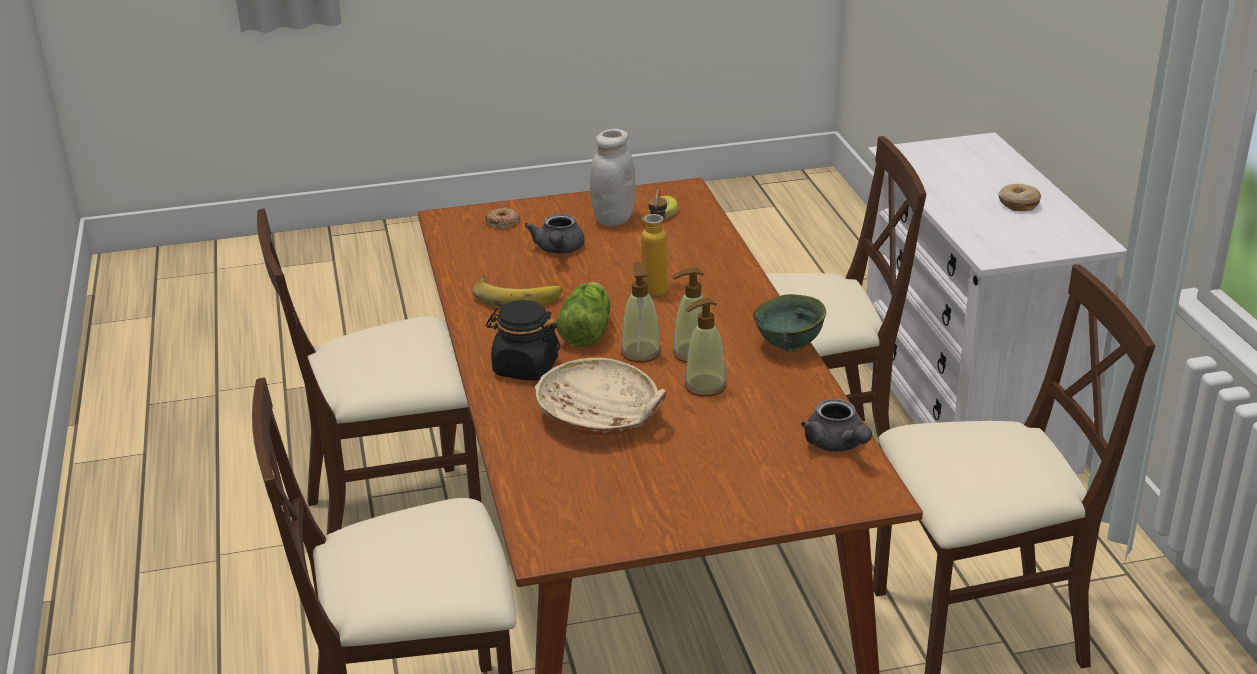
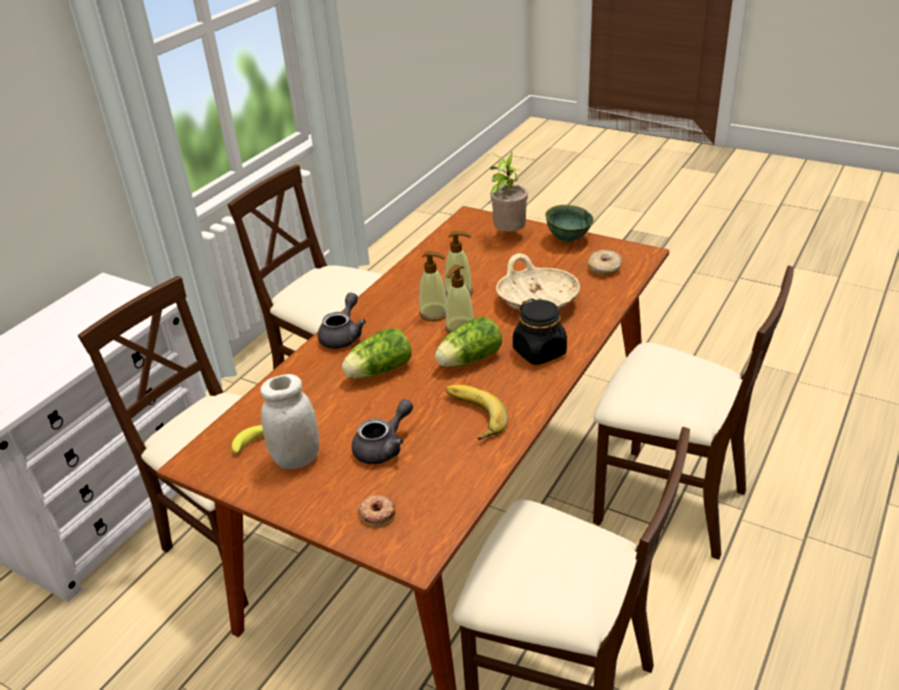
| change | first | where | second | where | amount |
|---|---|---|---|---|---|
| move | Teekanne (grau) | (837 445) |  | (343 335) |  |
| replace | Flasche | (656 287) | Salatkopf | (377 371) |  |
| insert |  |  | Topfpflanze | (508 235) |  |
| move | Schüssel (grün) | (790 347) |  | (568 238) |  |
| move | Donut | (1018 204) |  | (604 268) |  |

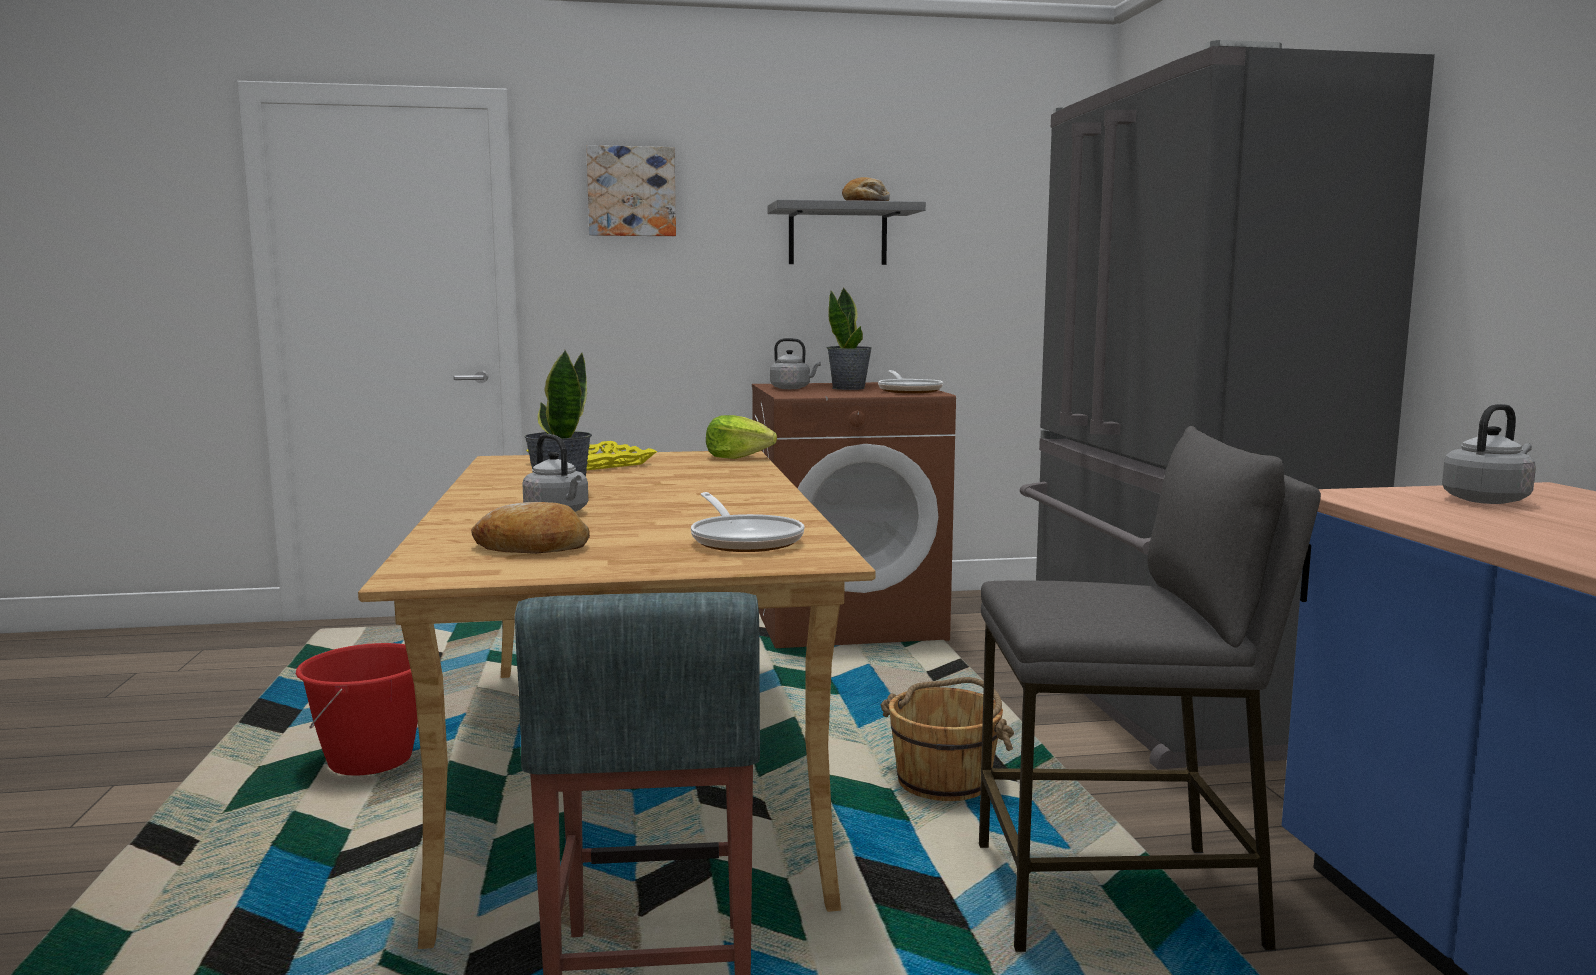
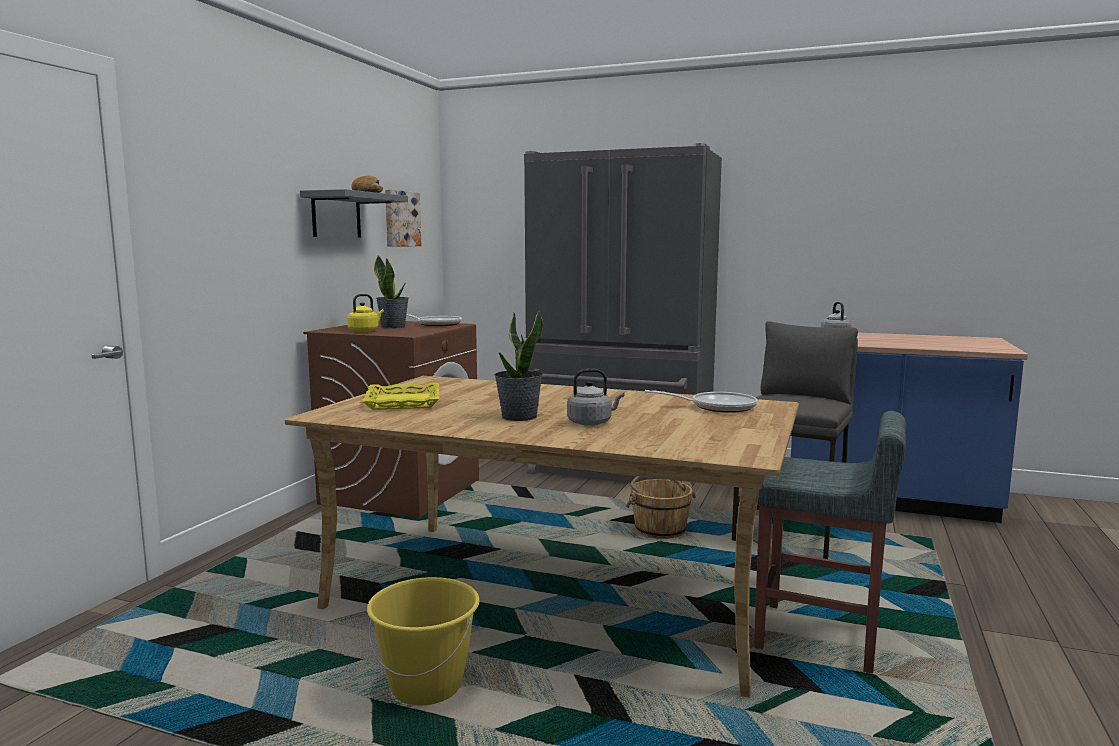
| change | first | where | second | where | amount |
|---|---|---|---|---|---|
| recolor | Wasserkessel (grau) | (792 388) | Wasserkessel (gelb) | (365 331) |  |
| recolor | Eimer (rot) | (371 761) | Eimer (gelb) | (427 686) |  |
| move | Bild | (631 192) |  | (401 219) |  |
| delete | Brot | (532 548) |  |  |  |
| delete | Salatkopf | (738 457) |  |  |  |

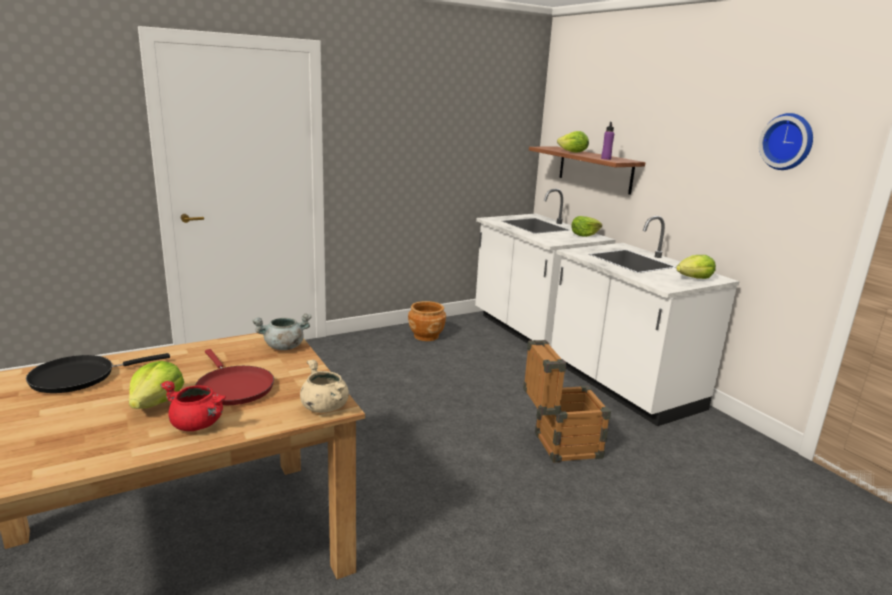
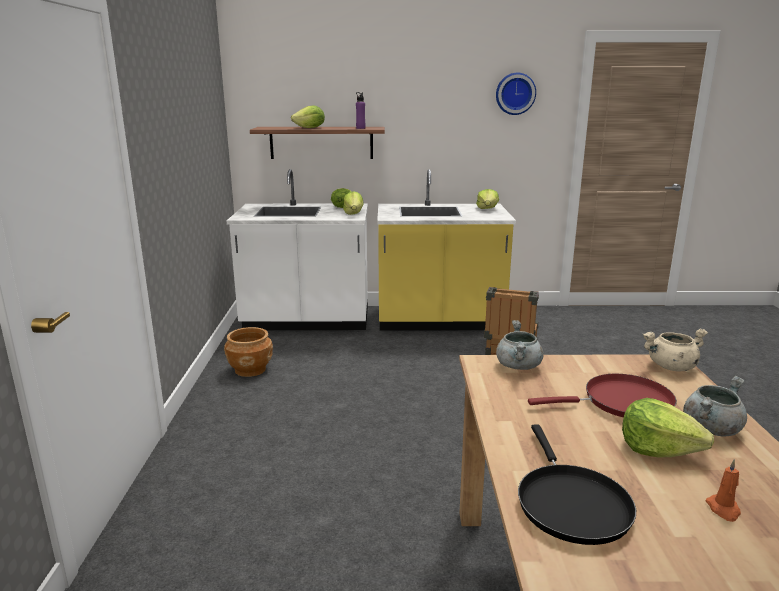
| change | first | where | second | where | amount |
|---|---|---|---|---|---|
| insert |  |  | Salatkopf | (353 214) |  |
| recolor | Küchenzeile (weiß) | (622 387) | Küchenzeile (gelb) | (439 321) |  |
| recolor | Kochtopf (rot) | (198 424) | Kochtopf (grau) | (711 428) |  |
| insert |  |  | Kerze (orange) | (723 509) |  |

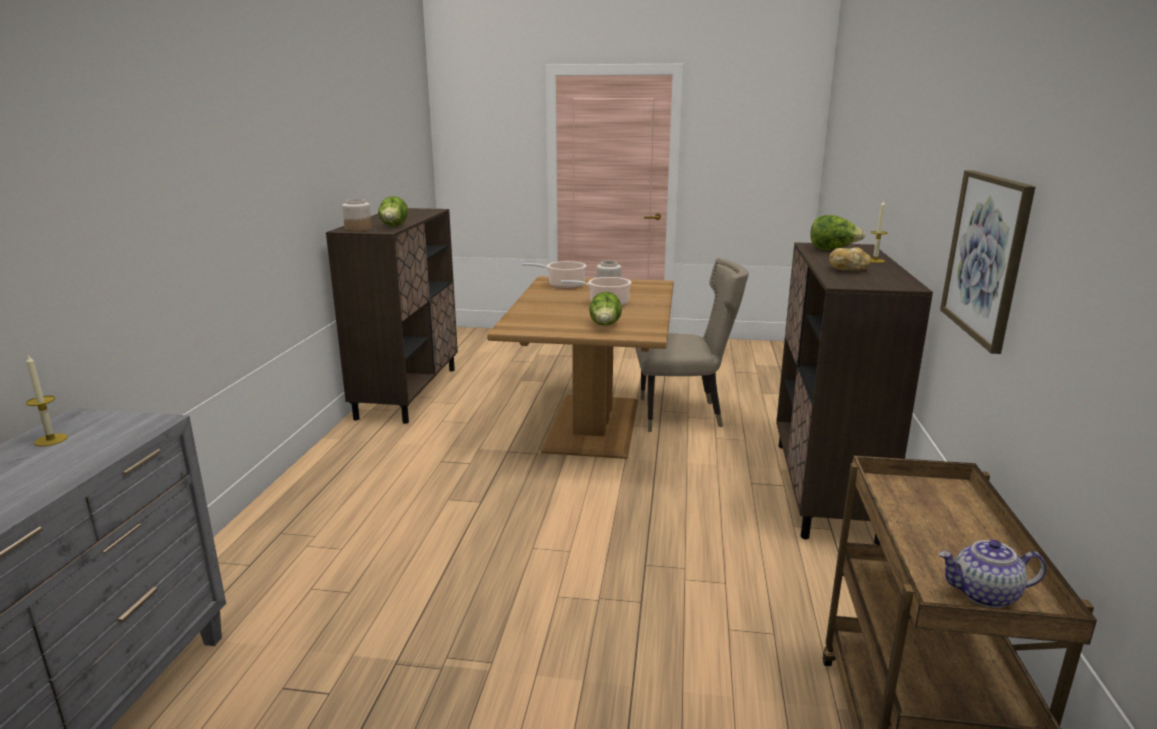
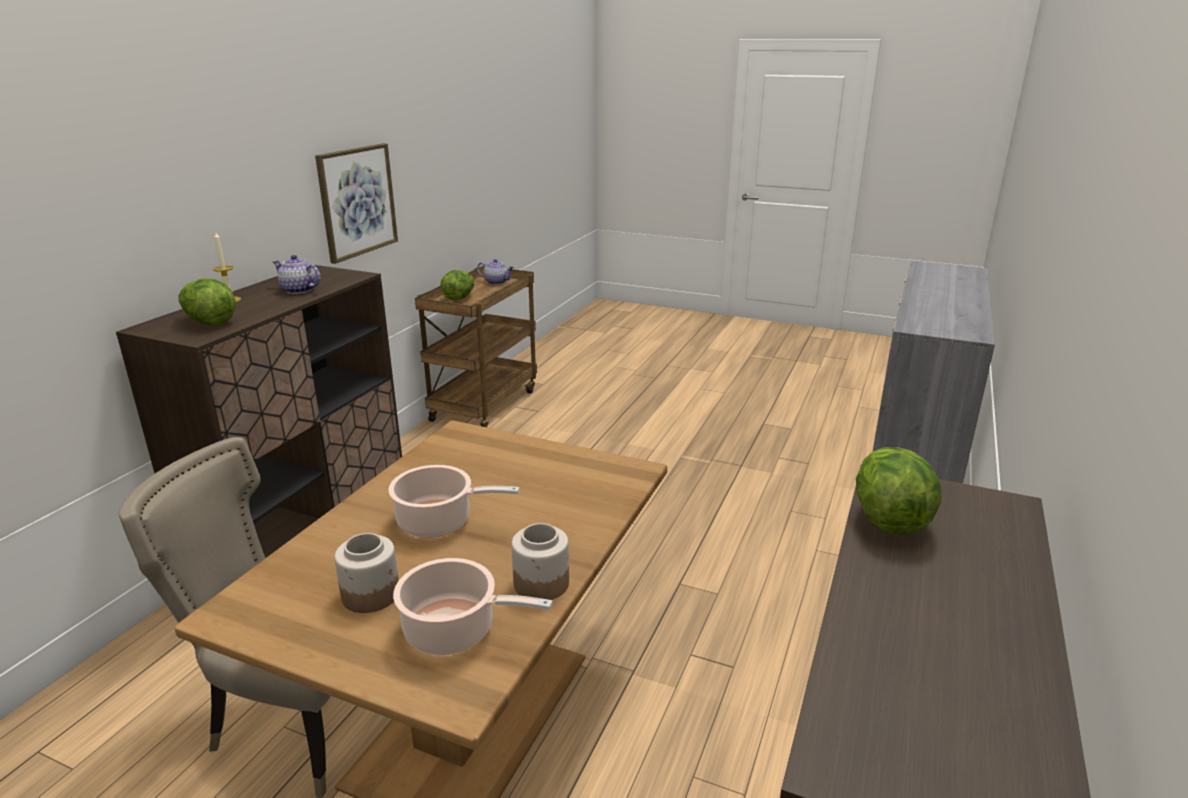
| change | first | where | second | where | amount |
|---|---|---|---|---|---|
| replace | Brot | (848 269) | Teekanne | (298 290) |  |
| move | Salatkopf | (605 326) |  | (459 297) |  |
| move | Vorratsglas | (358 229) |  | (542 583) |  |
| delete | Kerze | (51 440) |  |  |  |

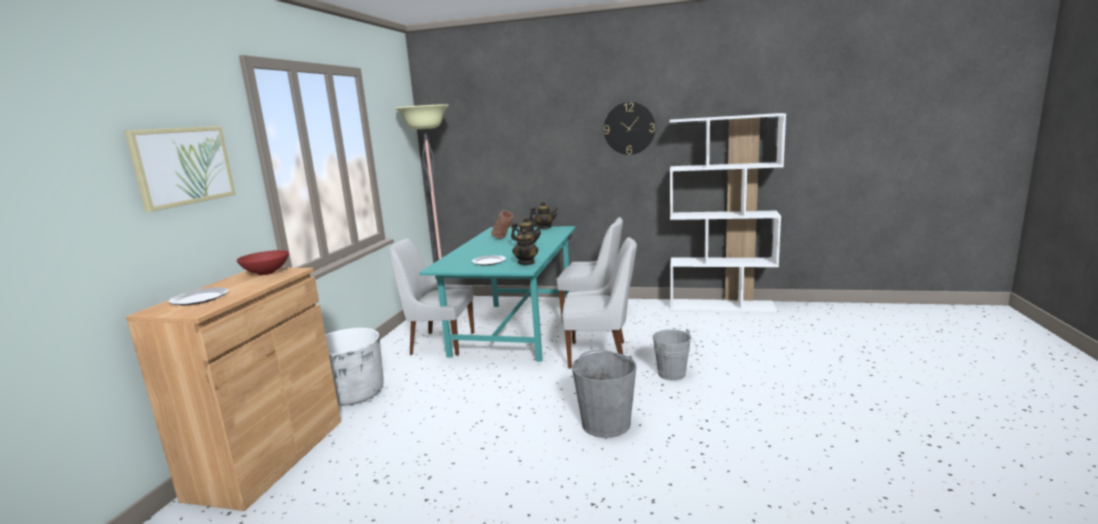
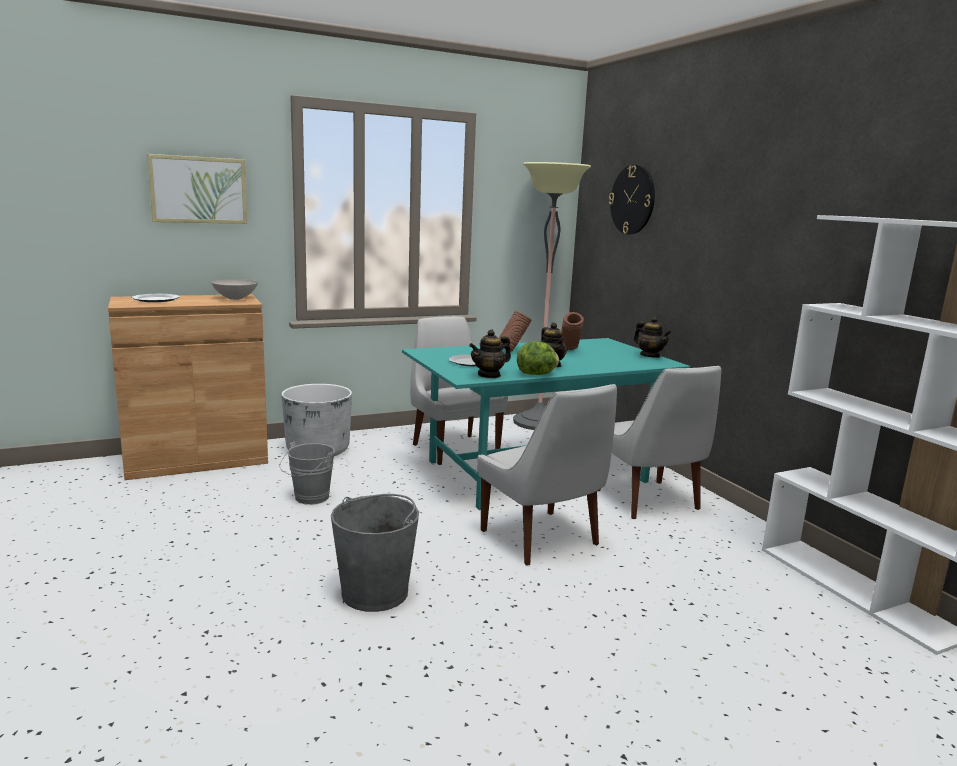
| change | first | where | second | where | amount |
|---|---|---|---|---|---|
| recolor | Schüssel (rot) | (266 273) | Schüssel (weiß) | (234 298) |  |
| move | Eimer (grau) | (673 375) |  | (309 499) |  |
| insert |  |  | Vase (braun) | (512 351) |  |
| insert |  |  | Salatkopf | (537 374) |  |
| move | Wanduhr | (629 128) |  | (632 200) |  |

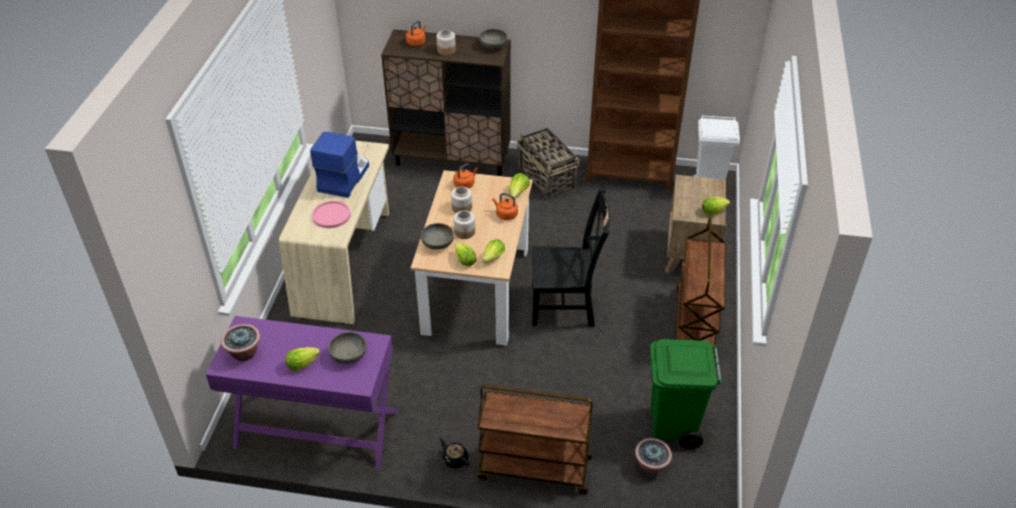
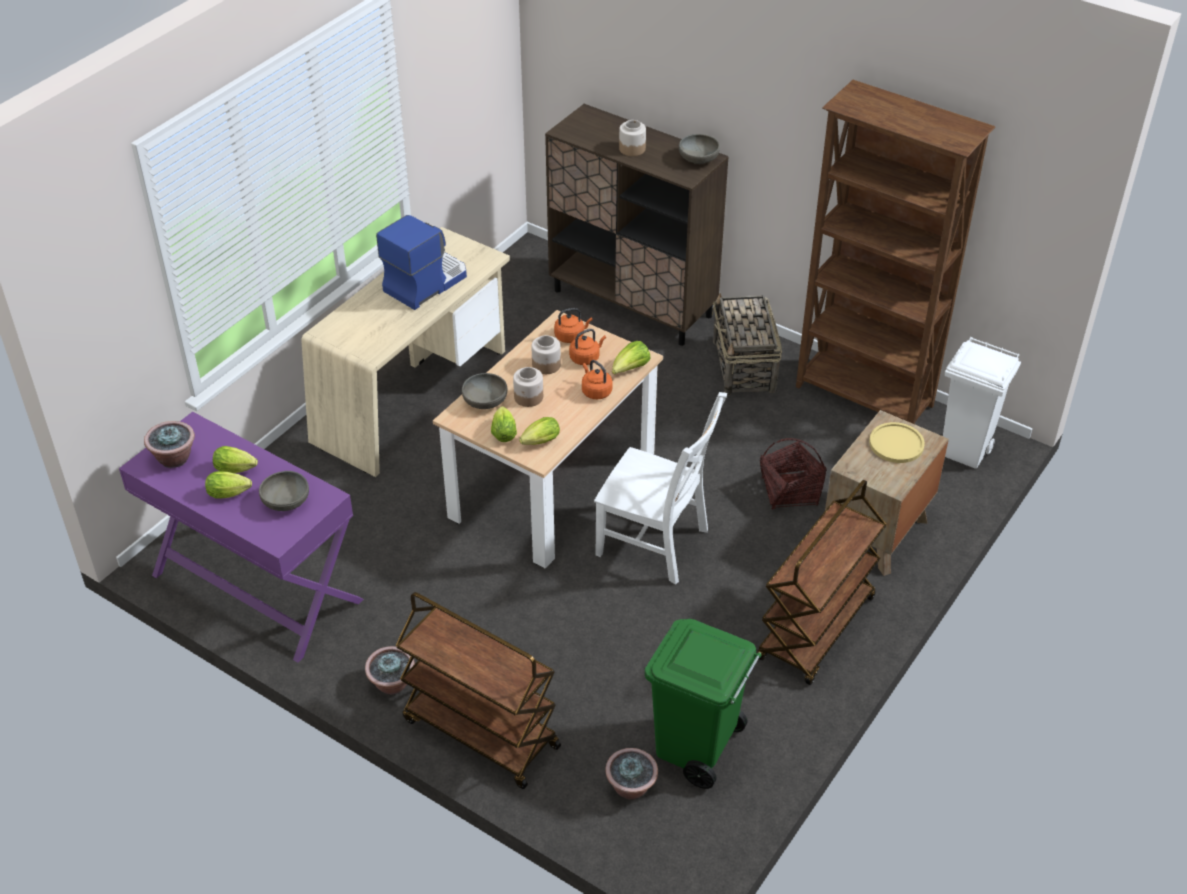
| change | first | where | second | where | amount |
|---|---|---|---|---|---|
| move | Salatkopf | (715 211) |  | (237 469) |  |
| replace | Teekanne (schwarz) | (455 459) | Topfpflanze | (392 685) |  |
| move | Wasserkessel (orange) | (416 42) |  | (586 358) |  |
| recolor | Stuhl (schwarz) | (566 306) | Stuhl (weiß) | (656 544) |  |
| insert |  |  | Korb | (790 492) |  |
| insert |  |  | Teller (gelb) | (896 444) |  |
| delete | Teller (rosa) | (331 215) |  |  |  |

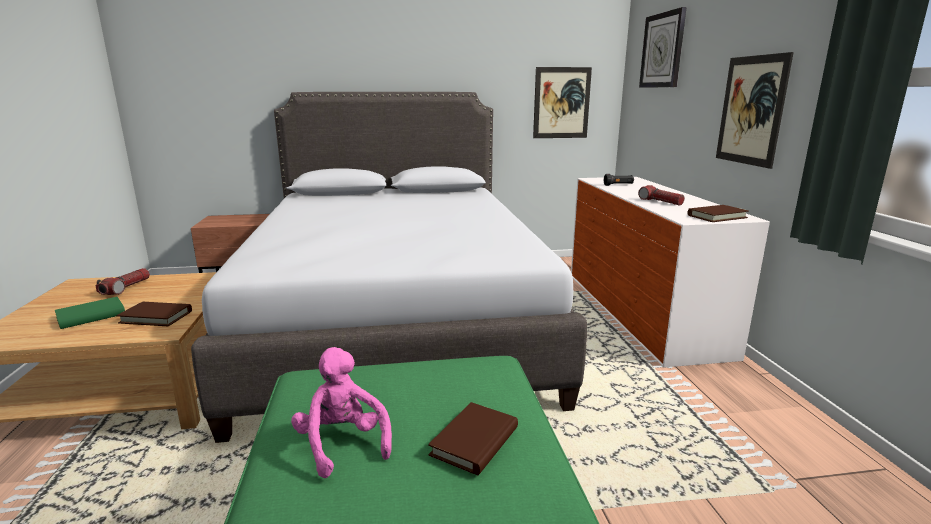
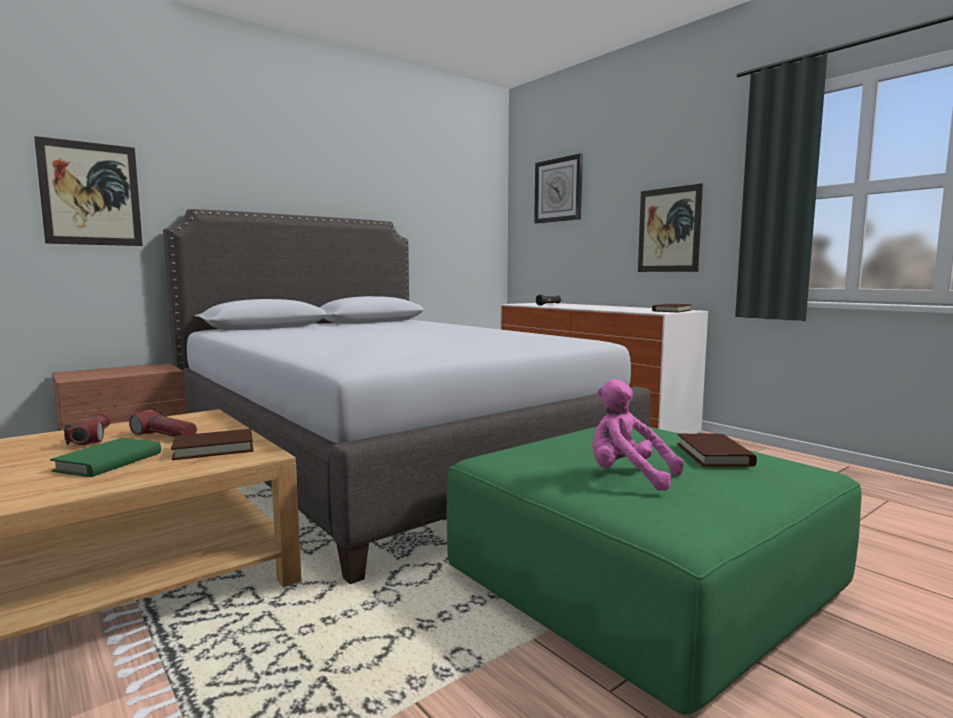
| change | first | where | second | where | amount |
|---|---|---|---|---|---|
| move | Bild | (561 103) |  | (91 194) |  |
| move | Taschenlampe | (660 202) |  | (165 436) |  |

